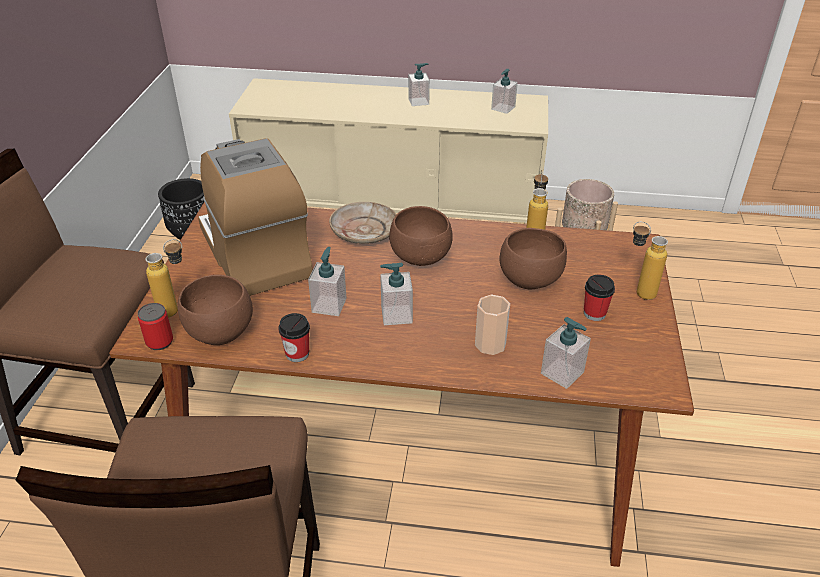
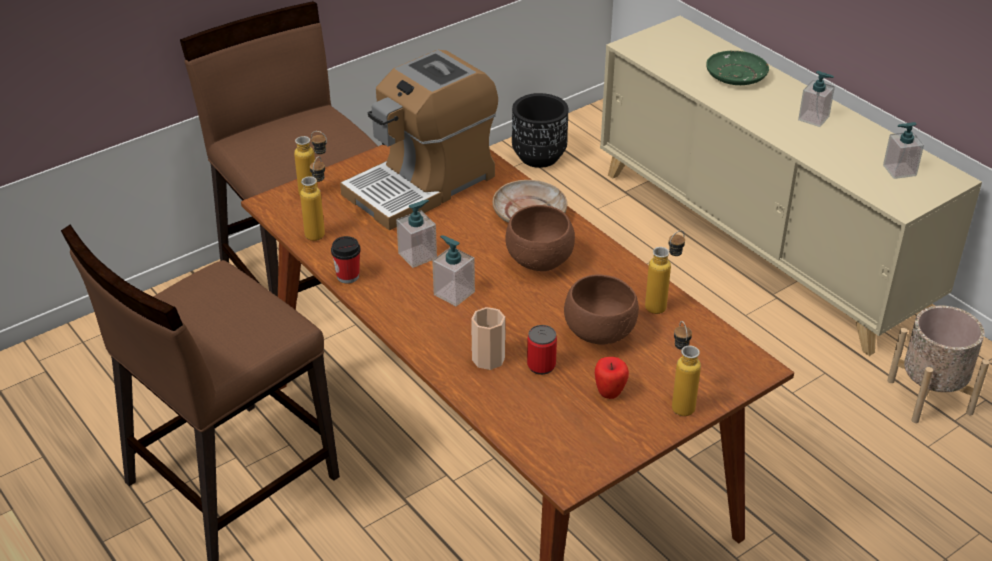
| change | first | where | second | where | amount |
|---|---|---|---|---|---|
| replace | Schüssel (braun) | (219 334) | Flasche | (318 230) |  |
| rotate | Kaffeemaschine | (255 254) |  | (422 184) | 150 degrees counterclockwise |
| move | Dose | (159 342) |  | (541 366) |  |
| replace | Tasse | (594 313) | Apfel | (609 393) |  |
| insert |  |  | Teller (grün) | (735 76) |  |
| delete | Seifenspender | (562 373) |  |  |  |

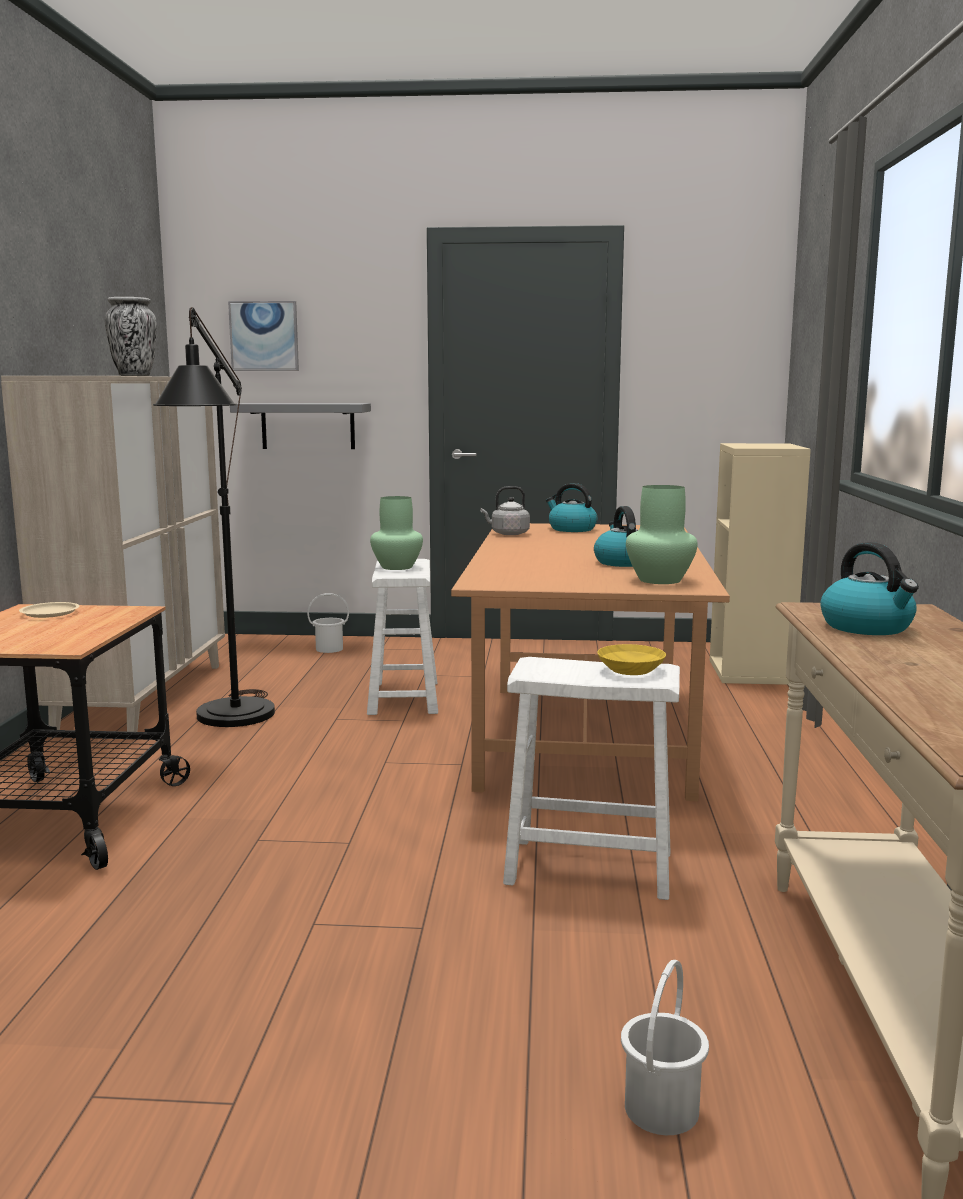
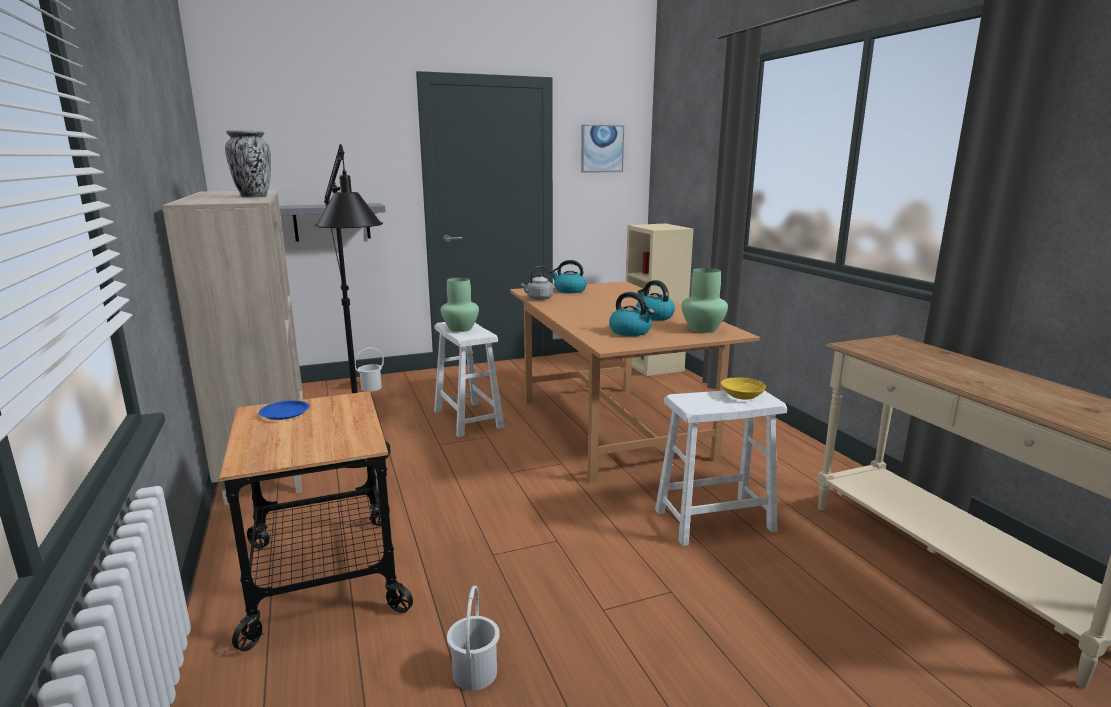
| change | first | where | second | where | amount |
|---|---|---|---|---|---|
| recolor | Teller (beige) | (49 613) | Teller (blau) | (285 413) |  |
| move | Eimer (weiß) | (663 1108) |  | (475 672) |  |
| move | Bild | (264 336) |  | (602 148) |  |
| move | Wasserkessel | (868 627) |  | (631 332) |  |

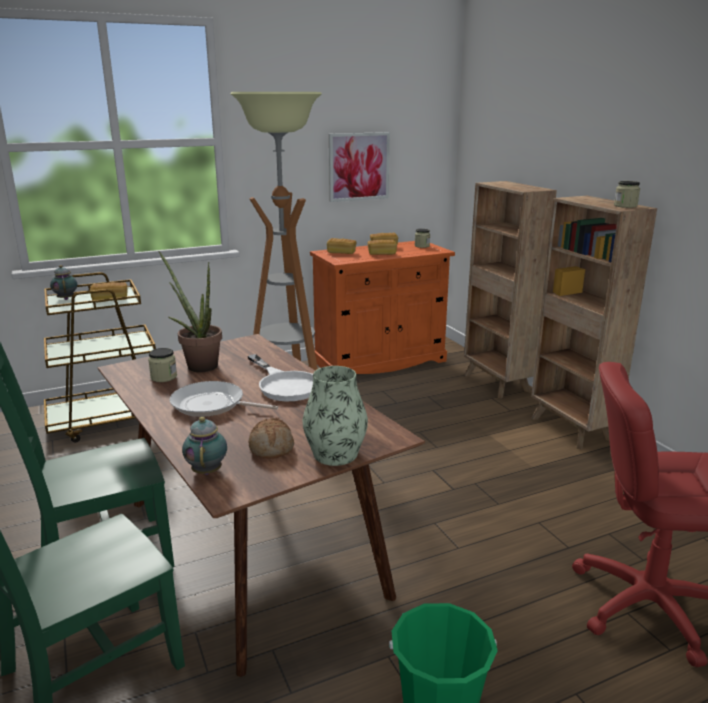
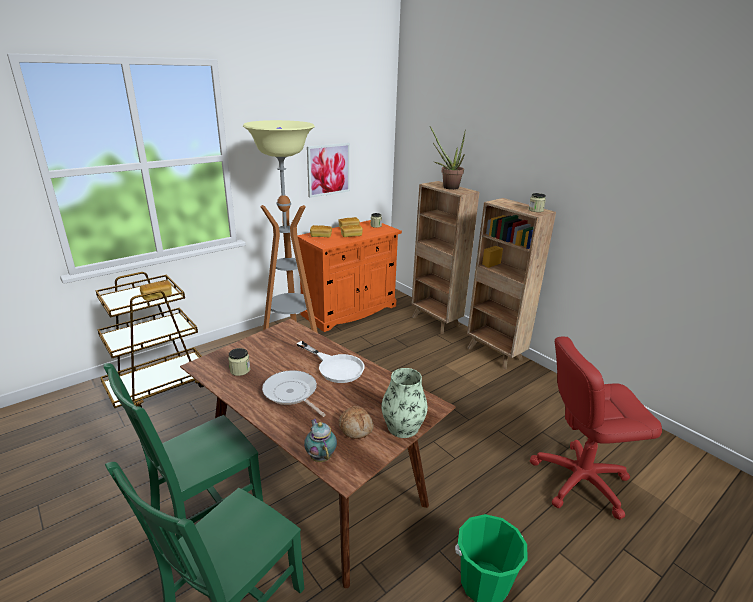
| change | first | where | second | where | amount |
|---|---|---|---|---|---|
| rotate | Pfanne | (212 405) |  | (292 393) | 45 degrees clockwise |
| move | Topfpflanze | (198 365) |  | (447 187) |  |
| delete | Teekanne | (66 298) |  |  |  |

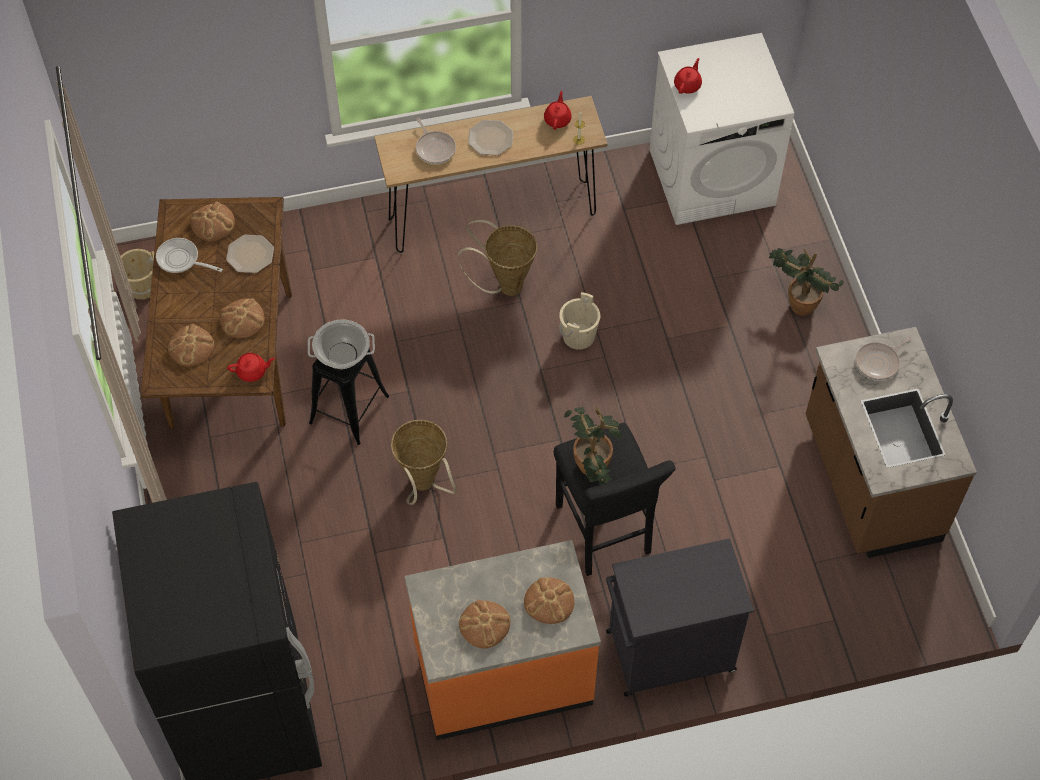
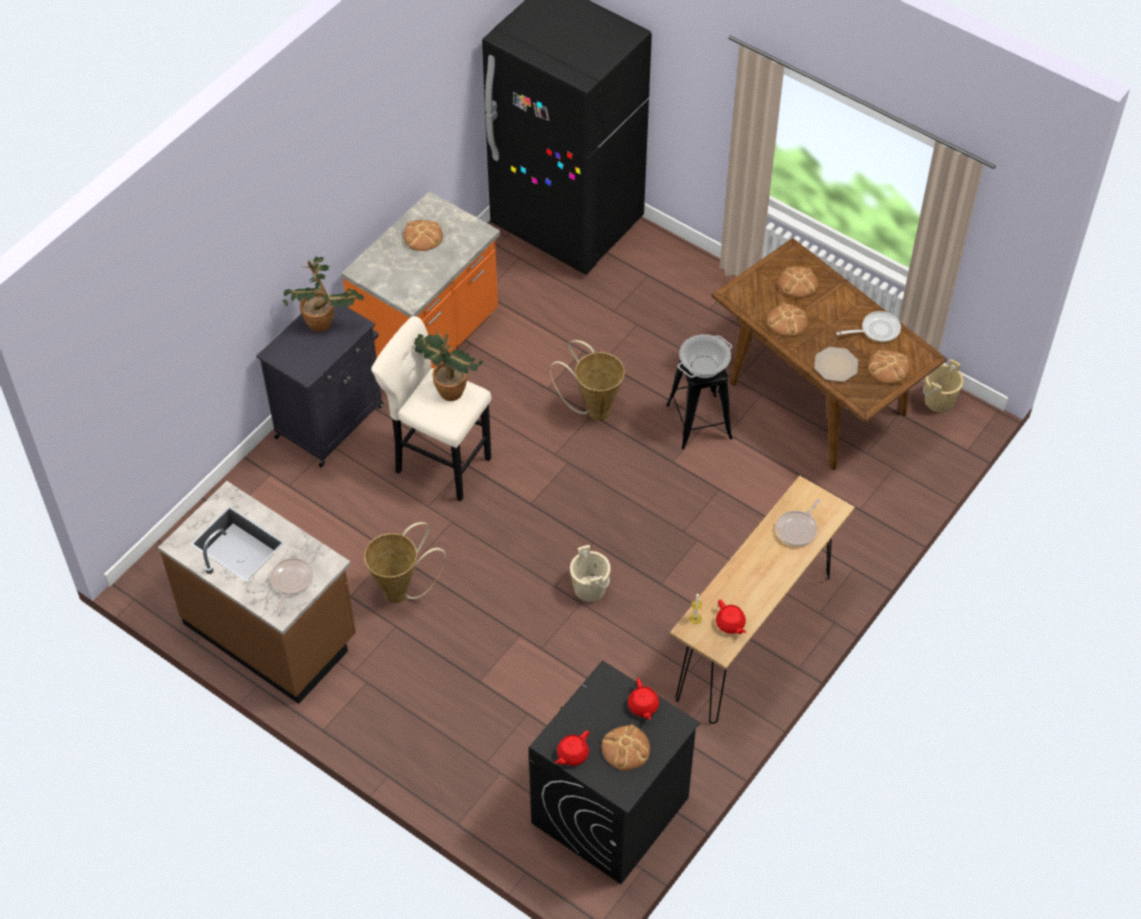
| change | first | where | second | where | amount |
|---|---|---|---|---|---|
| move | Topfpflanze | (798 301) |  | (325 325) |  |
| move | Korb | (505 285) |  | (401 591) |  |
| recolor | Hocker (schwarz) | (604 534) | Hocker (beige) | (439 462) |  |
| recolor | Waschmaschine (weiß) | (712 177) | Waschmaschine (schwarz) | (610 811) |  |
| move | Teekanne (rot) | (252 371) |  | (572 754) |  |
| move | Brot | (549 601) |  | (626 748) |  |
| rotate | Pfanne | (435 148) |  | (797 529) | 75 degrees counterclockwise |
| delete | Teller | (490 138) |  |  |  |

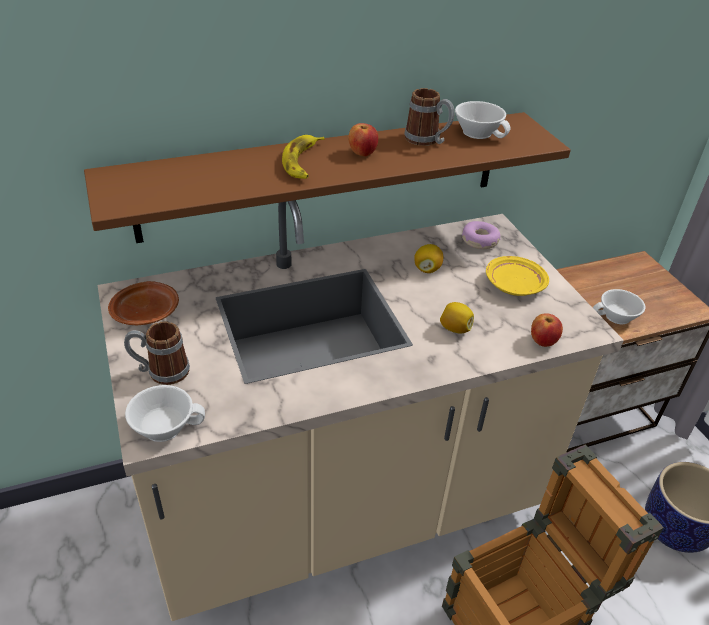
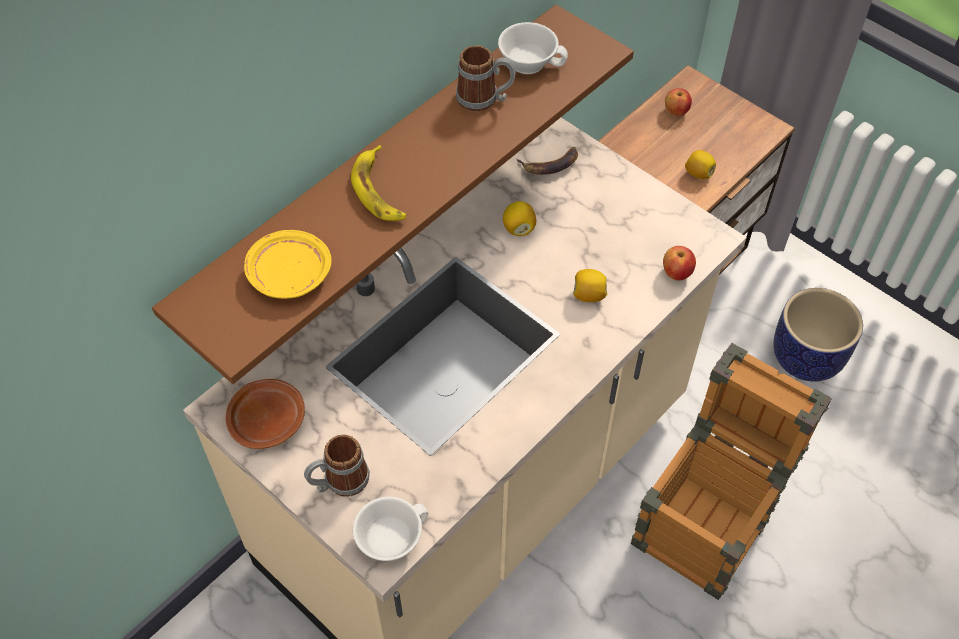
| change | first | where | second | where | amount |
|---|---|---|---|---|---|
| move | Teller (gelb) | (513 284) |  | (288 274) |  |
| replace | Donut | (480 241) | Banane | (550 164) |  |
| move | Apfel | (362 153) |  | (676 111) |  |
| replace | Tasse (weiß) | (617 317) | Zitrone | (698 173) |  |

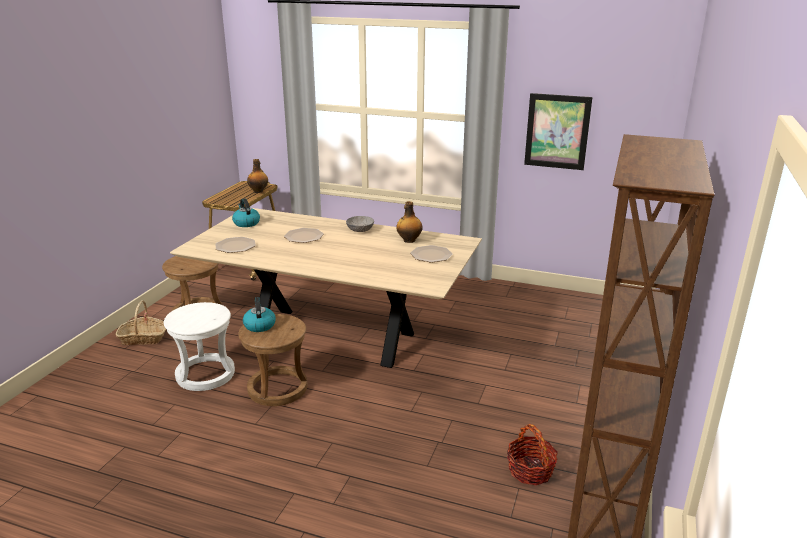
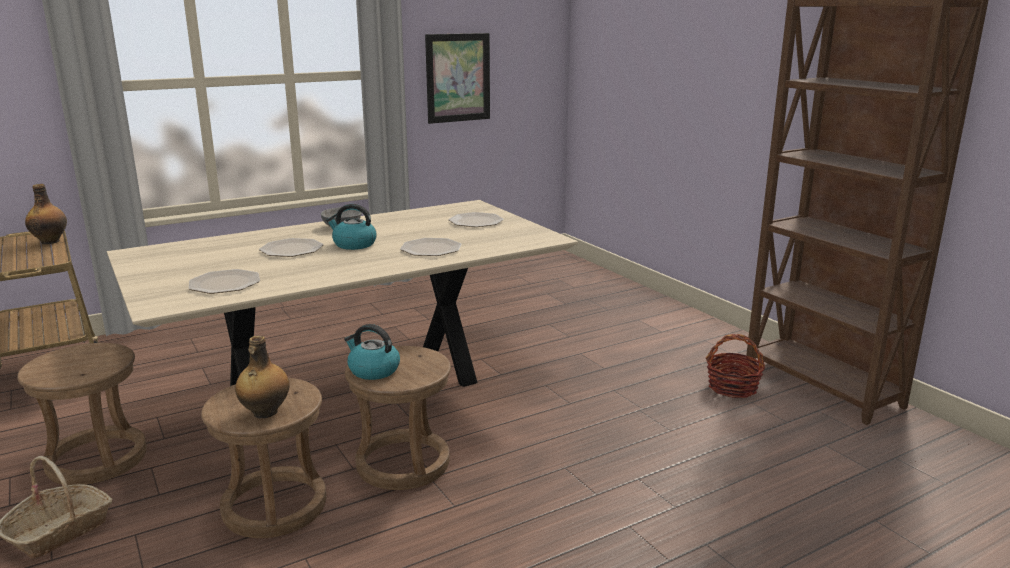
| change | first | where | second | where | amount |
|---|---|---|---|---|---|
| recolor | Hocker (weiß) | (205 374) | Hocker (braun) | (274 506) |  |
| move | Flasche | (409 240) |  | (265 413) |  |
| move | Wasserkessel | (246 223) |  | (354 244) |  |
| insert |  |  | Teller | (431 249) |  |

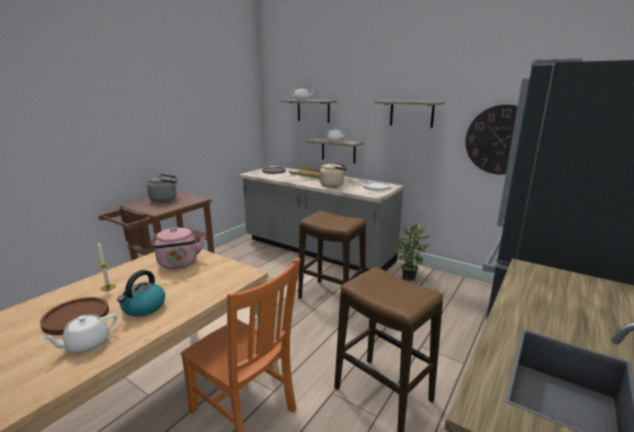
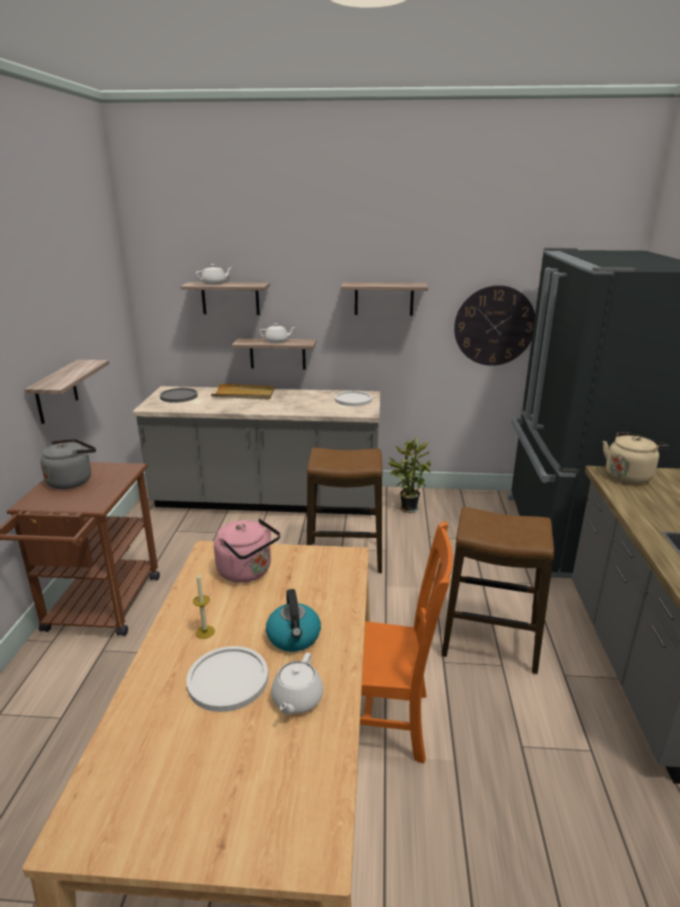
| change | first | where | second | where | amount |
|---|---|---|---|---|---|
| insert |  |  | Wandregal | (56 392) |  |
| recolor | Teller (braun) | (76 316) | Teller (weiß) | (228 679) |  |
| move | Wasserkessel (beige) | (333 185) |  | (629 475) |  |

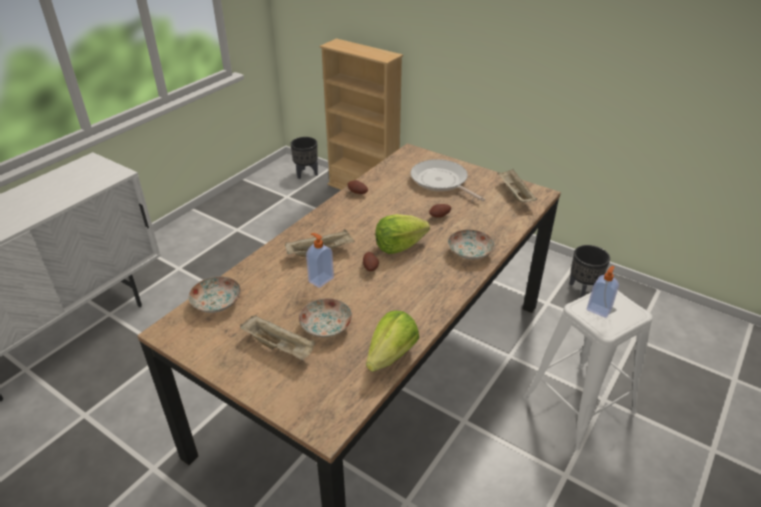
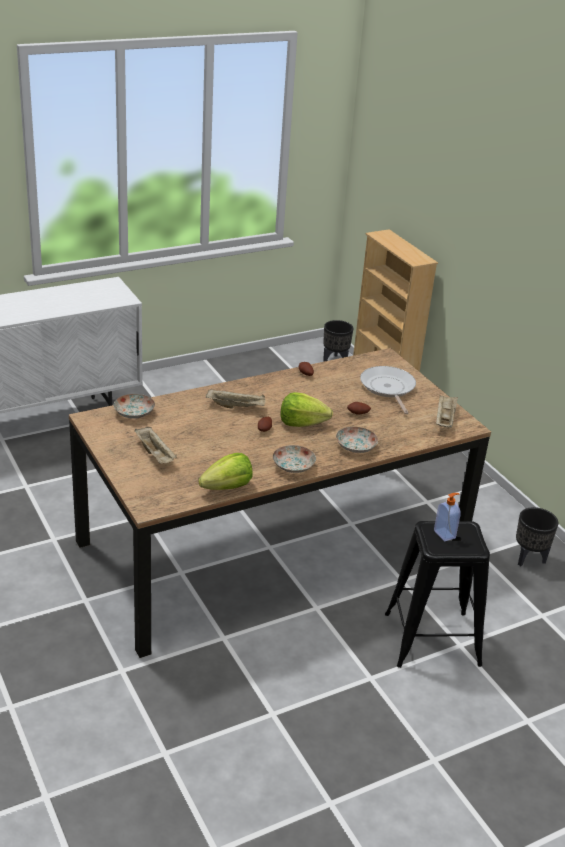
| change | first | where | second | where | amount |
|---|---|---|---|---|---|
| move | Teller | (325 326) |  | (293 466) |  |
| recolor | Hocker (weiß) | (578 405) | Hocker (schwarz) | (431 639) |  |
| delete | Seifenspender | (320 279) |  |  |  |

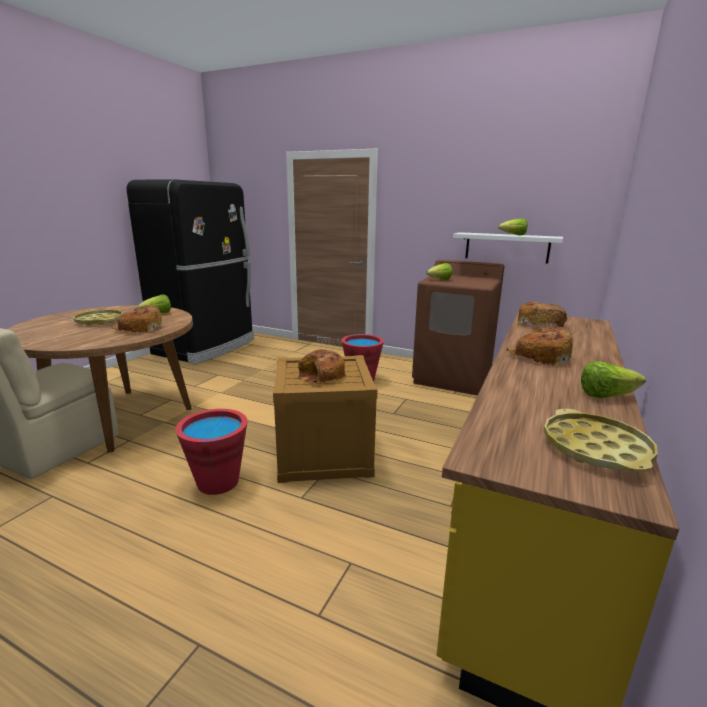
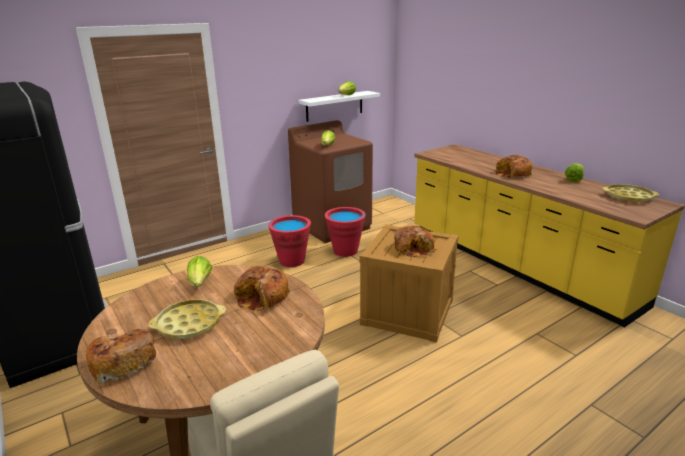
| change | first | where | second | where | amount |
|---|---|---|---|---|---|
| move | Brot | (539 323) |  | (122 362) |  |
| move | Eimer (rot) | (218 482) |  | (345 251) |  |

